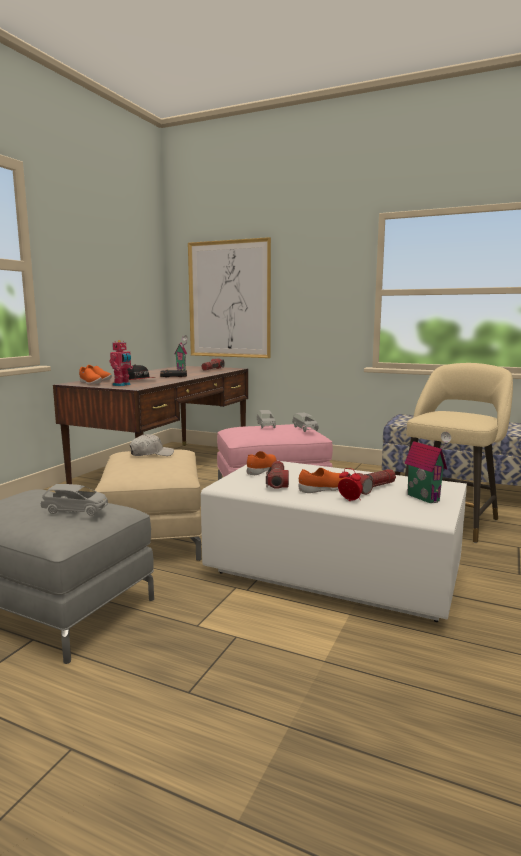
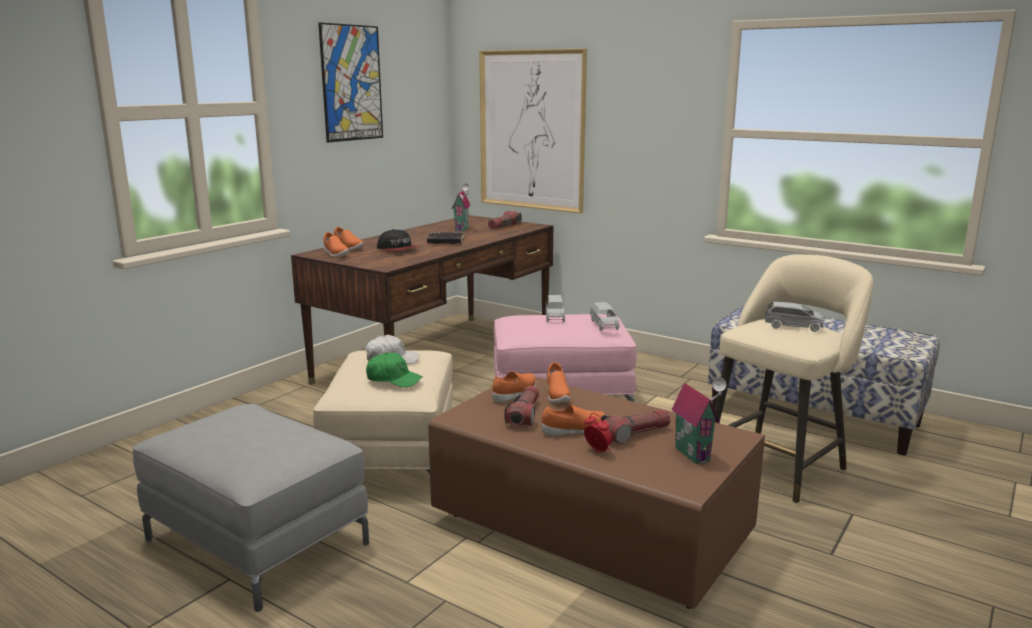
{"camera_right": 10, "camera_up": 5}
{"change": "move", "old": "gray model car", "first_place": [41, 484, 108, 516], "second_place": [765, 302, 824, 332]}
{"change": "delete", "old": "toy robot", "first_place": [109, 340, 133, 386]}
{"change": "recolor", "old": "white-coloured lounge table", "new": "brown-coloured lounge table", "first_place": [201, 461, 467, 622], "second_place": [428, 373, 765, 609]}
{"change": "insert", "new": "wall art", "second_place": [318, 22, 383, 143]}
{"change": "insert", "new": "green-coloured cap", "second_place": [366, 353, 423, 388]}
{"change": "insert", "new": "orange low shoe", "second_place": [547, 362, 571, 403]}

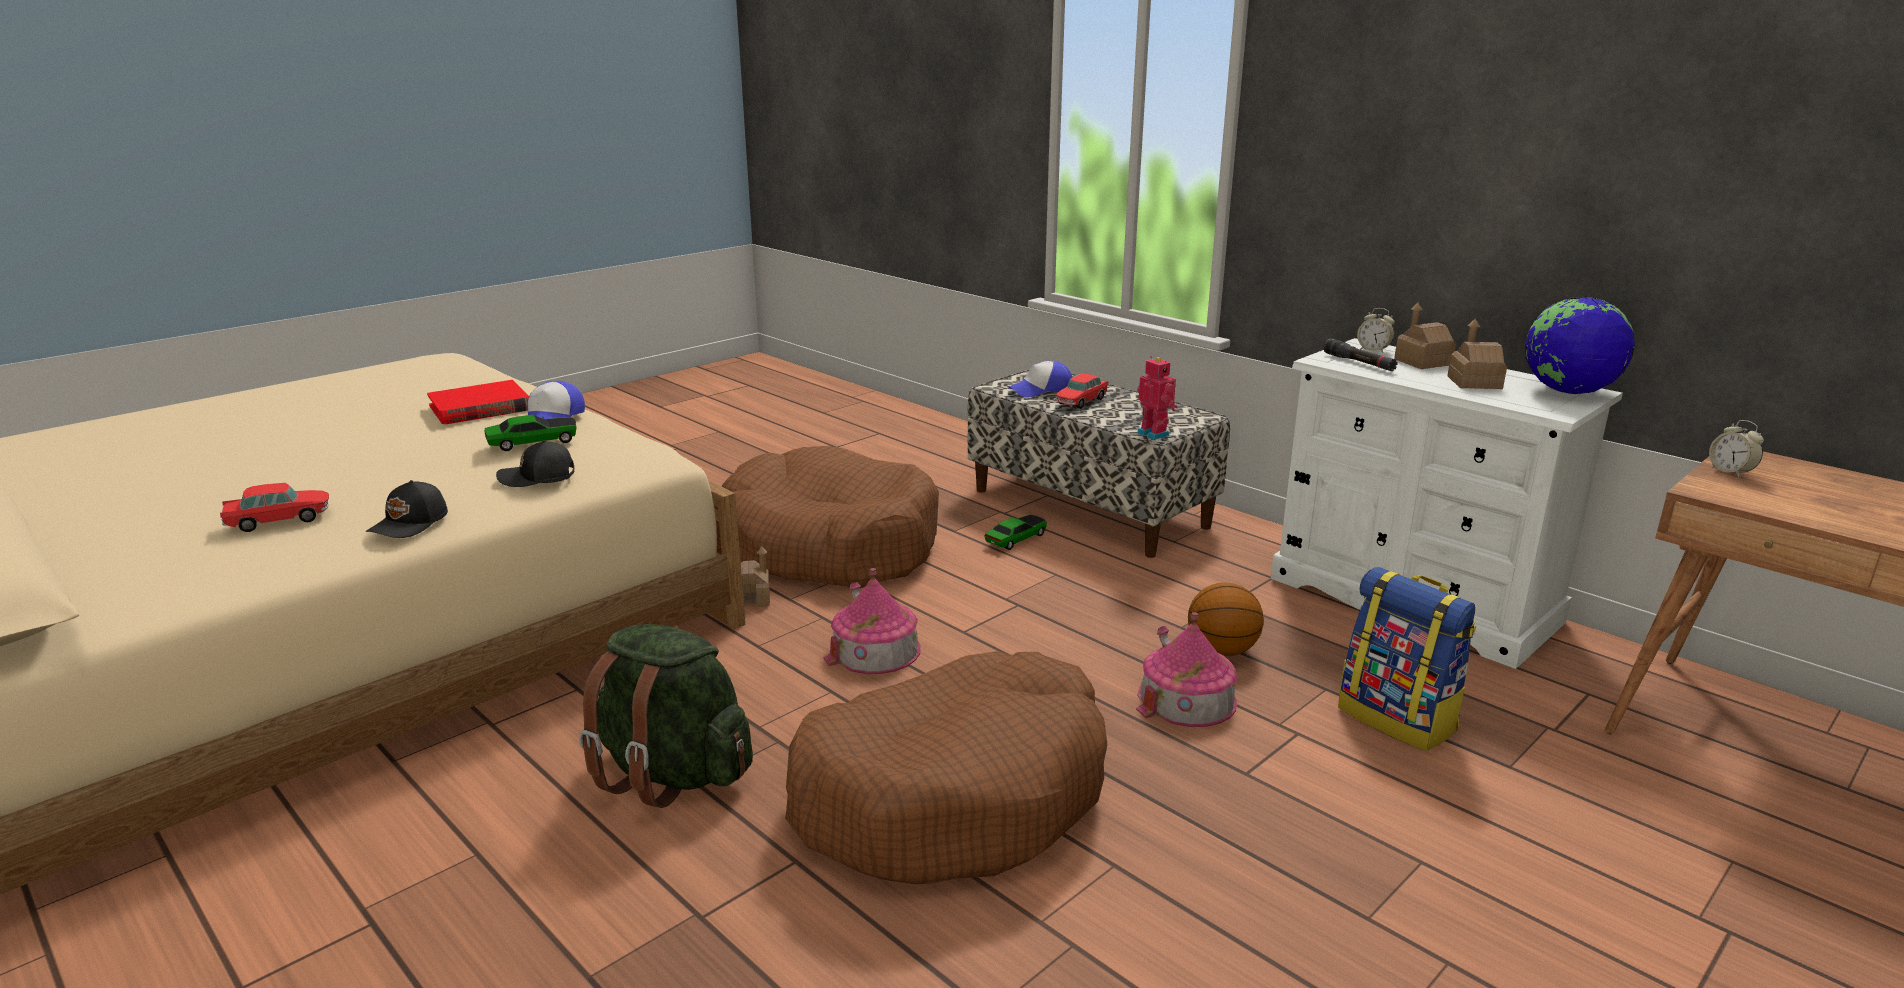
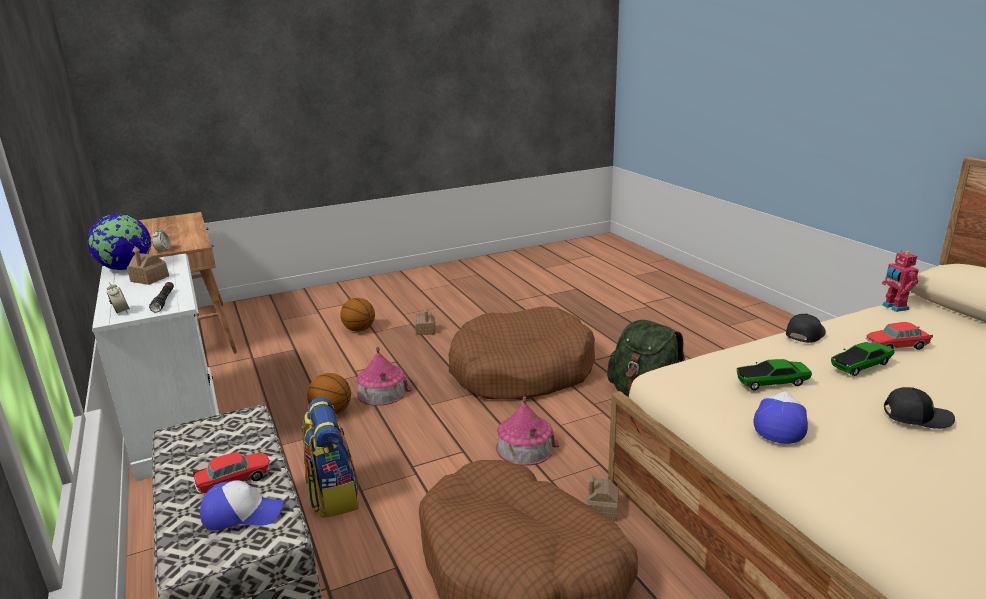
{"camera_right": -160, "camera_up": 0}
{"change": "delete", "old": "reddish book", "first_place": [427, 380, 529, 424]}
{"change": "move", "old": "black-coloured cap", "first_place": [496, 440, 574, 487], "second_place": [884, 387, 955, 429]}
{"change": "move", "old": "model car", "first_place": [984, 515, 1047, 550], "second_place": [831, 342, 895, 376]}
{"change": "move", "old": "toy robot", "first_place": [1137, 356, 1177, 440], "second_place": [882, 250, 919, 312]}
{"change": "move", "old": "knapsack", "first_place": [1338, 567, 1476, 751], "second_place": [302, 397, 359, 518]}
{"change": "move", "old": "toy house", "first_place": [1394, 302, 1456, 369], "second_place": [415, 308, 436, 335]}
{"change": "insert", "new": "basketball ball", "second_place": [340, 298, 375, 332]}

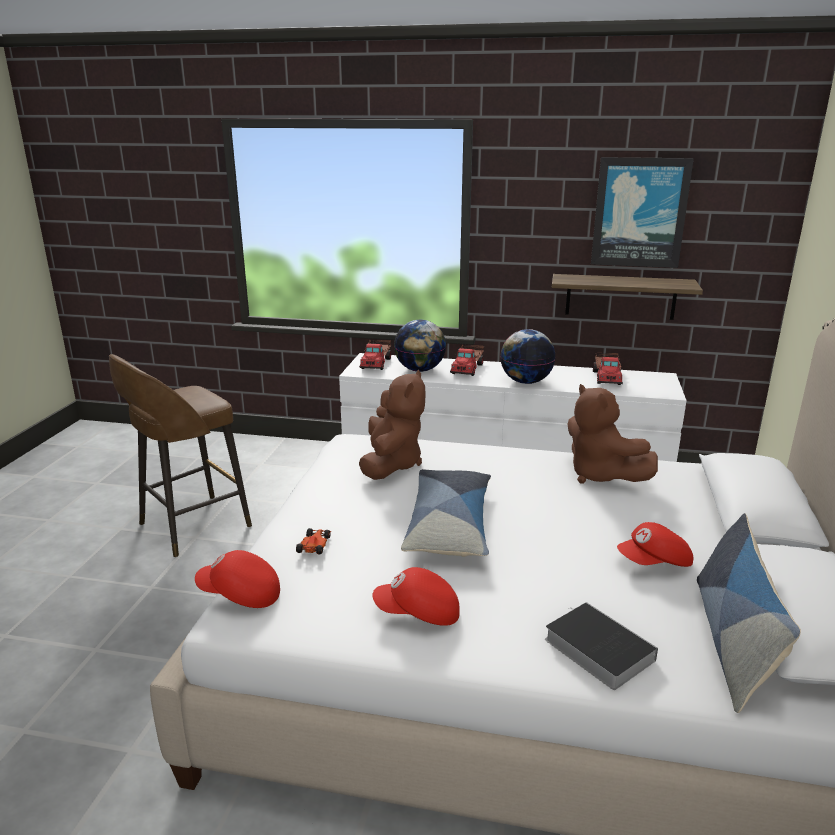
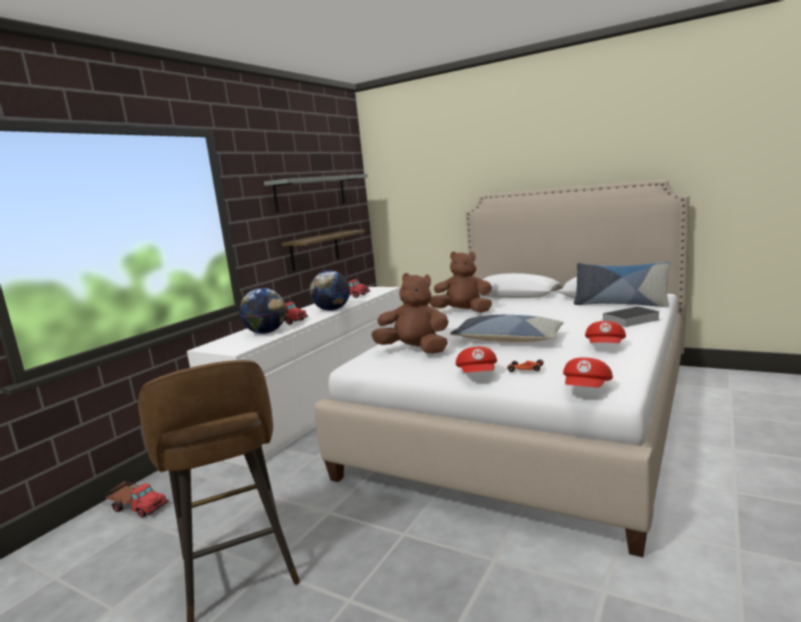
{"camera_right": -70, "camera_up": -10}
{"change": "move", "old": "toy lorry", "first_place": [359, 340, 391, 370], "second_place": [105, 480, 169, 517]}
{"change": "rotate", "old": "brown-coloured cuddly toy", "first_place": [567, 384, 658, 484], "second_place": [430, 251, 492, 313], "degrees": -150}
{"change": "replace", "old": "wall art", "new": "gray wall shelf", "first_place": [591, 157, 694, 268], "second_place": [264, 174, 368, 212]}
{"change": "move", "old": "reddish cap", "first_place": [617, 522, 693, 567], "second_place": [456, 347, 497, 373]}

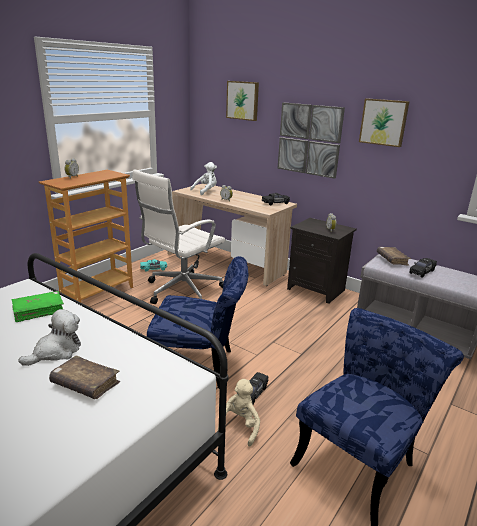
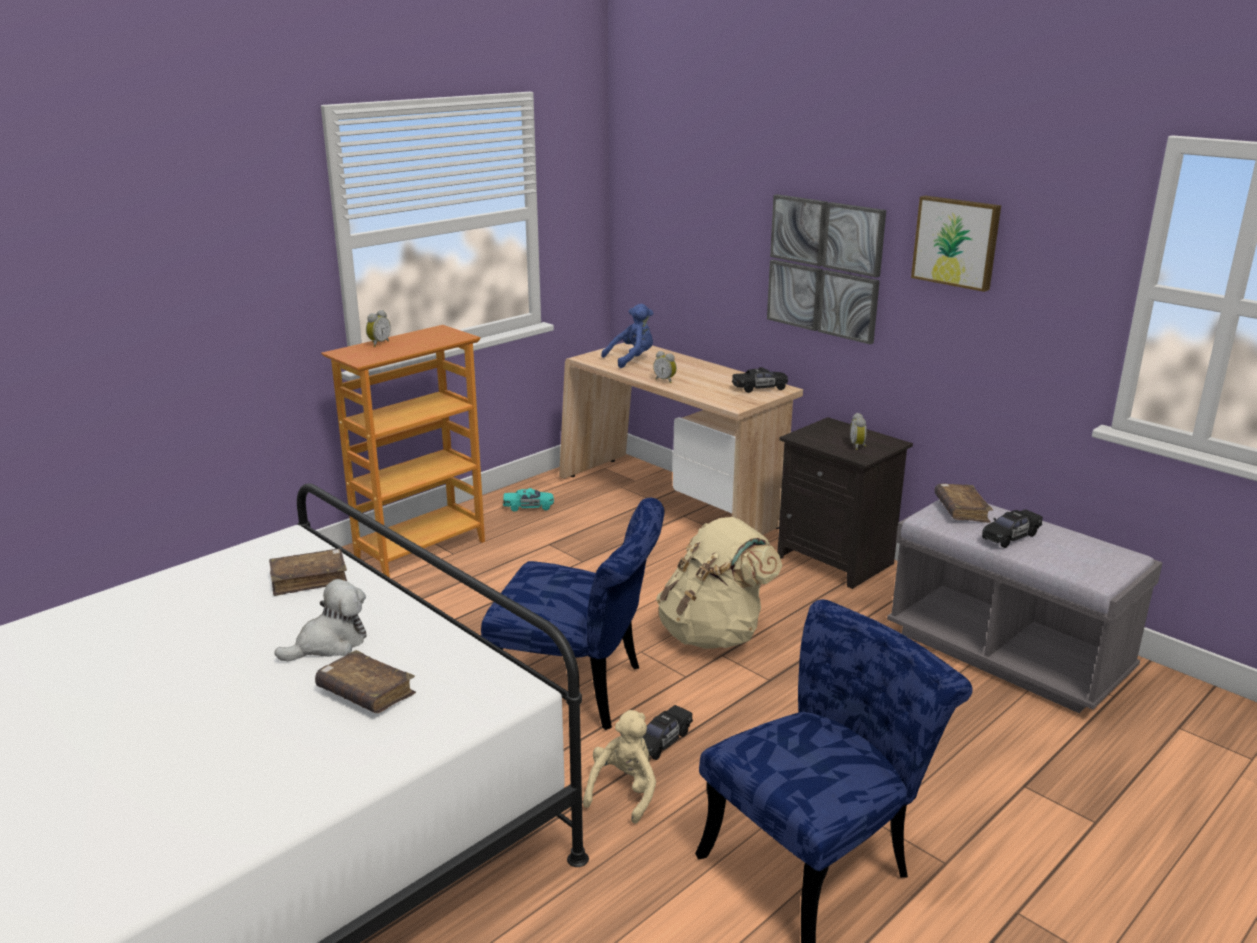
{"camera_right": 10, "camera_up": 0}
{"change": "recolor", "old": "green-coloured book", "new": "brown-coloured book", "first_place": [12, 291, 64, 322], "second_place": [269, 548, 347, 596]}
{"change": "delete", "old": "white-coloured computer chair", "first_place": [132, 169, 225, 304]}
{"change": "recolor", "old": "white-coloured cuddly toy", "new": "blue-coloured cuddly toy", "first_place": [190, 162, 217, 195], "second_place": [601, 304, 653, 368]}
{"change": "delete", "old": "wall art", "first_place": [226, 81, 259, 121]}
{"change": "insert", "new": "sand-coloured knapsack", "second_place": [656, 517, 782, 649]}

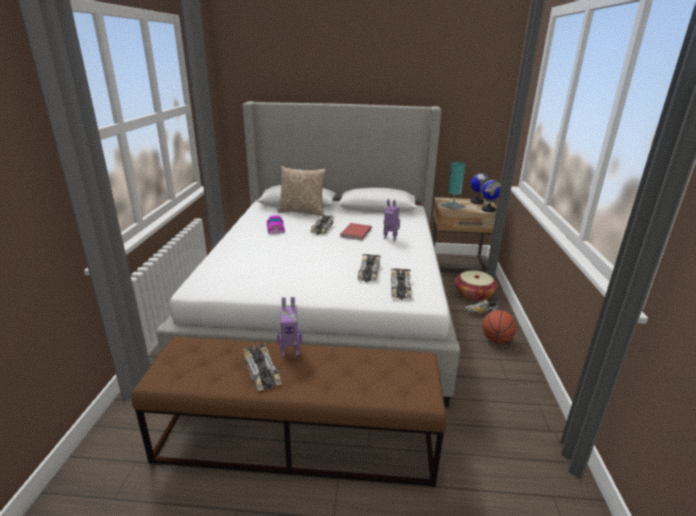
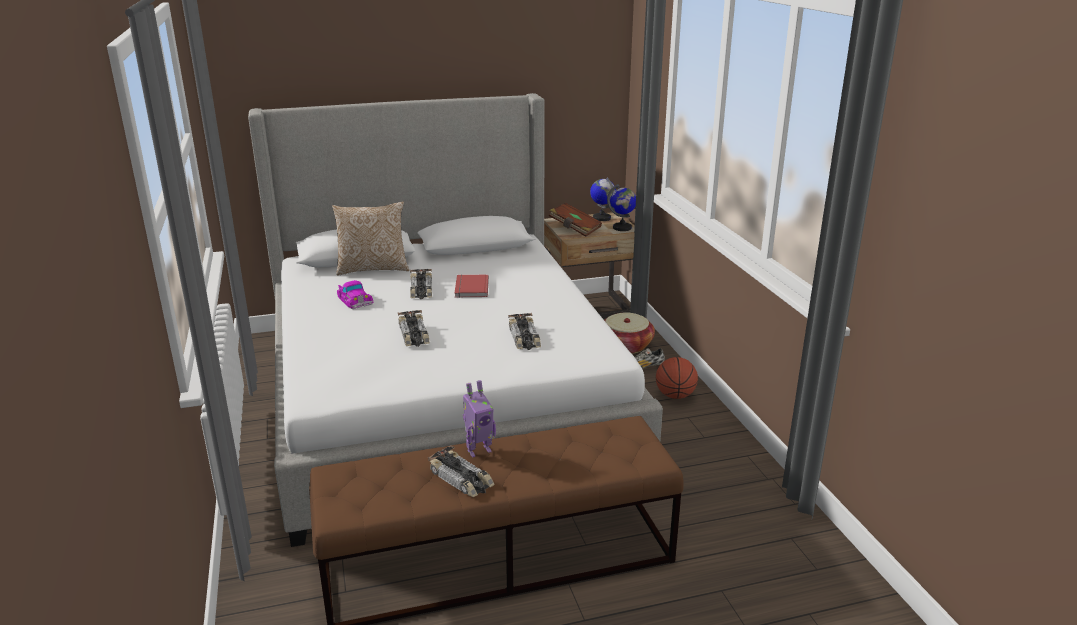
{"camera_right": -20, "camera_up": 0}
{"change": "delete", "old": "toy robot", "first_place": [383, 199, 400, 241]}
{"change": "move", "old": "model car", "first_place": [391, 268, 412, 300], "second_place": [398, 310, 430, 347]}
{"change": "replace", "old": "blue-green lamp for a table", "new": "brown-coloured book", "first_place": [441, 162, 466, 210], "second_place": [549, 203, 602, 237]}

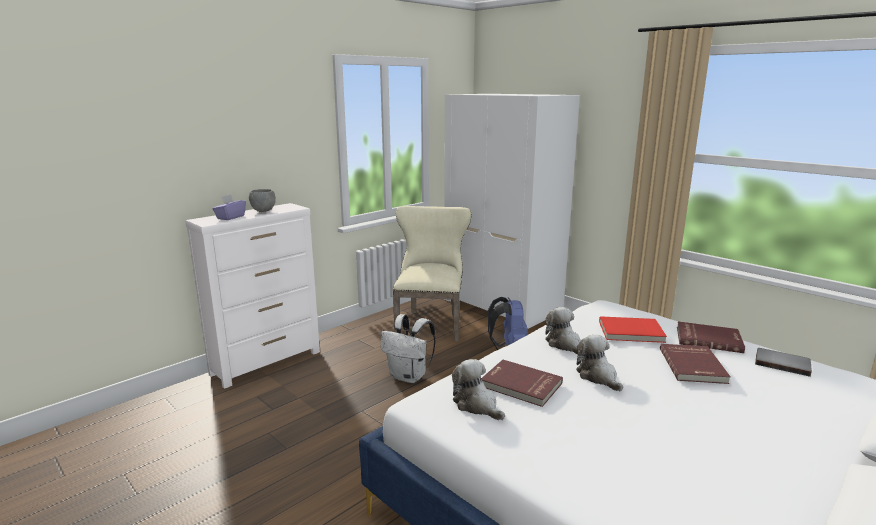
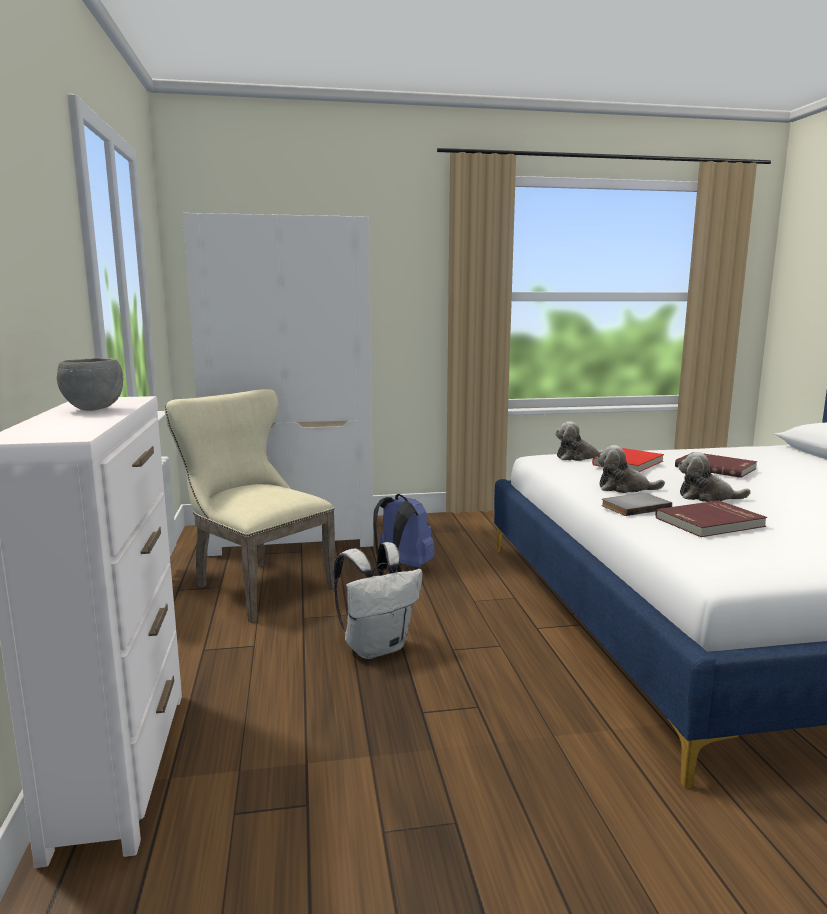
{"camera_right": -55, "camera_up": -5}
{"change": "delete", "old": "purple-coloured box of tissues", "first_place": [213, 194, 246, 220]}
{"change": "move", "old": "cuddly toy", "first_place": [452, 359, 505, 420], "second_place": [555, 421, 605, 461]}
{"change": "delete", "old": "reddish book", "first_place": [677, 321, 745, 353]}
{"change": "move", "old": "gray book", "first_place": [755, 348, 812, 377], "second_place": [601, 493, 672, 516]}

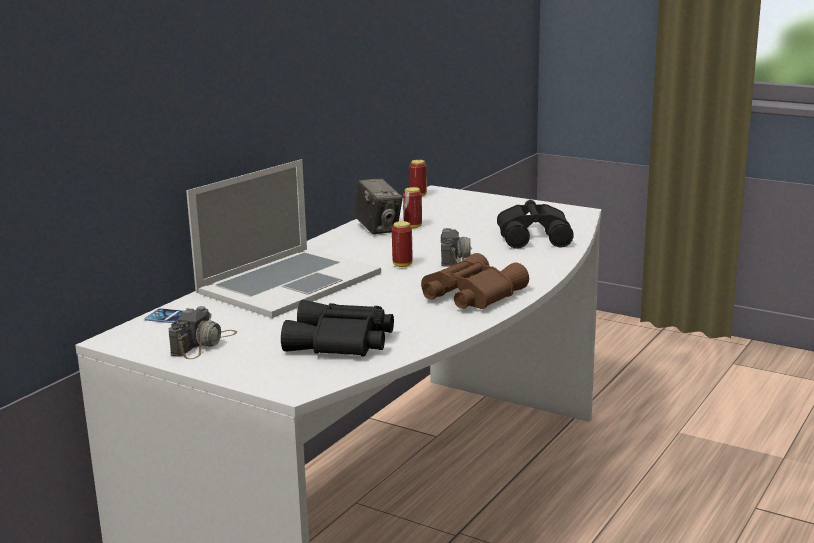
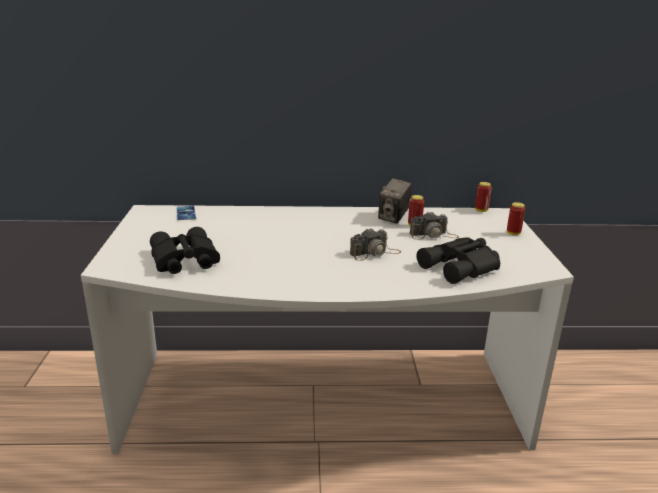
{"camera_right": 55, "camera_up": 5}
{"change": "move", "old": "still camera", "first_place": [169, 306, 237, 359], "second_place": [410, 211, 459, 240]}
{"change": "delete", "old": "notebook computer", "first_place": [186, 159, 381, 318]}
{"change": "move", "old": "sealed can", "first_place": [392, 221, 412, 267], "second_place": [507, 202, 525, 235]}
{"change": "delete", "old": "brown-coloured pair of binoculars", "first_place": [421, 253, 529, 309]}

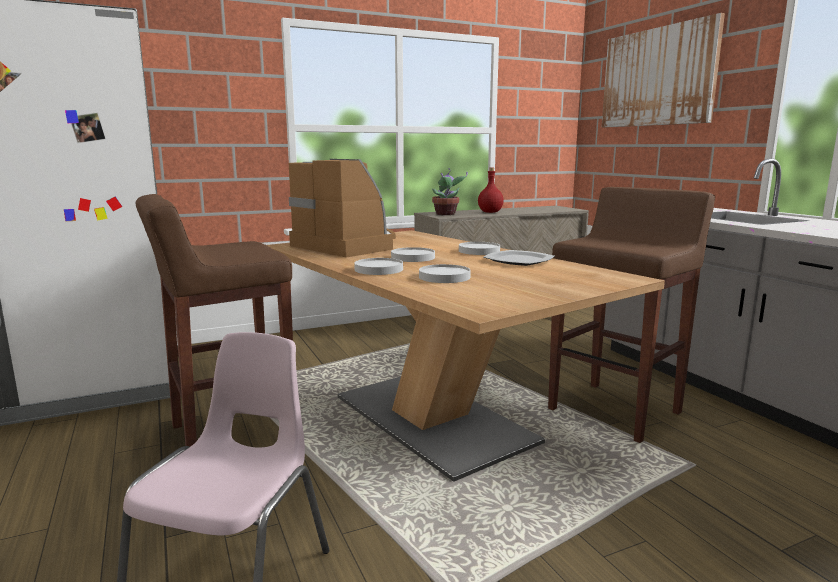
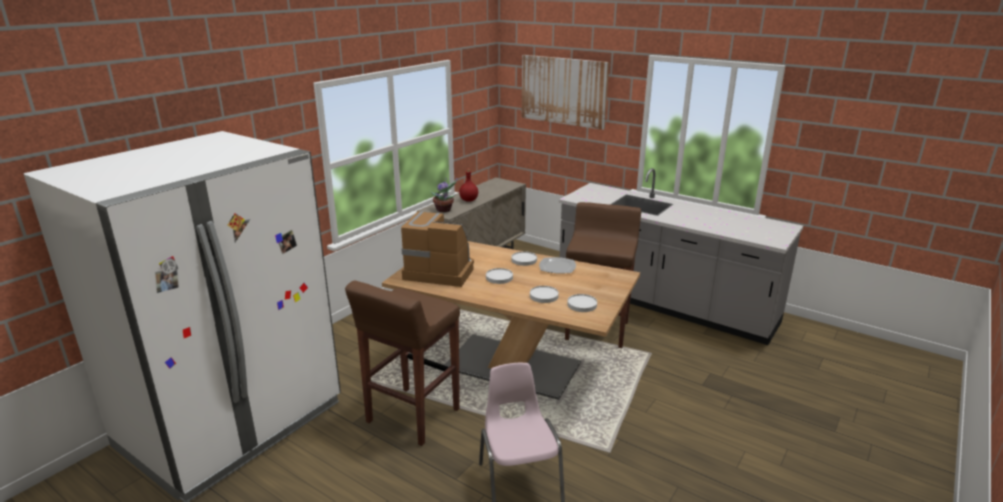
{"camera_right": -30, "camera_up": 10}
{"change": "move", "old": "white-coloured flat dish", "first_place": [354, 258, 403, 275], "second_place": [567, 294, 597, 312]}

